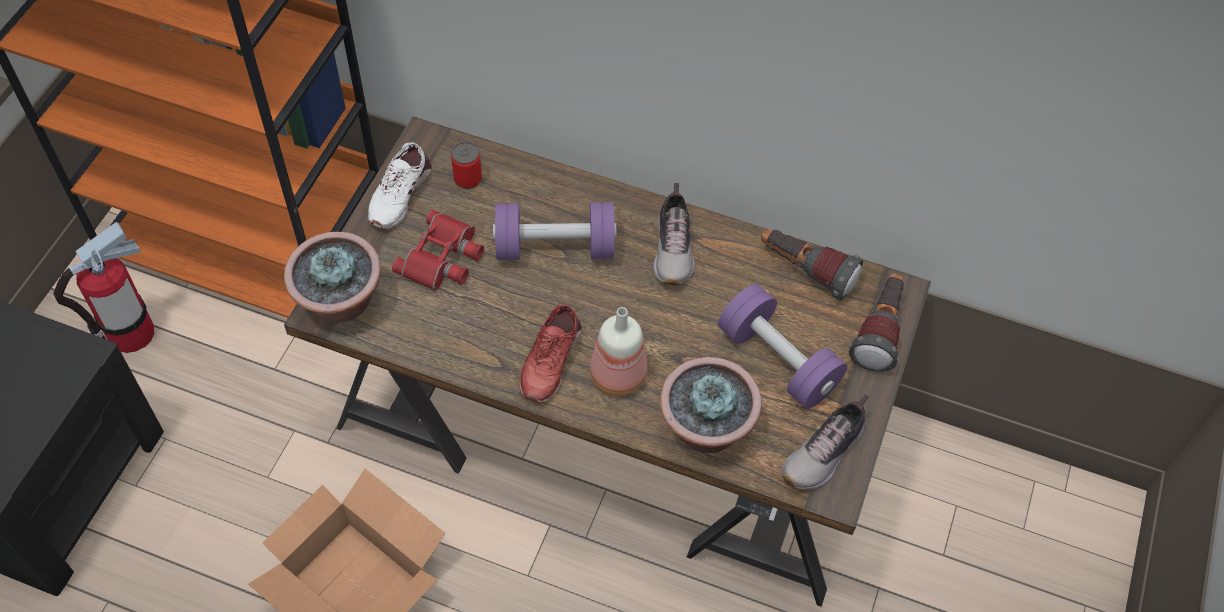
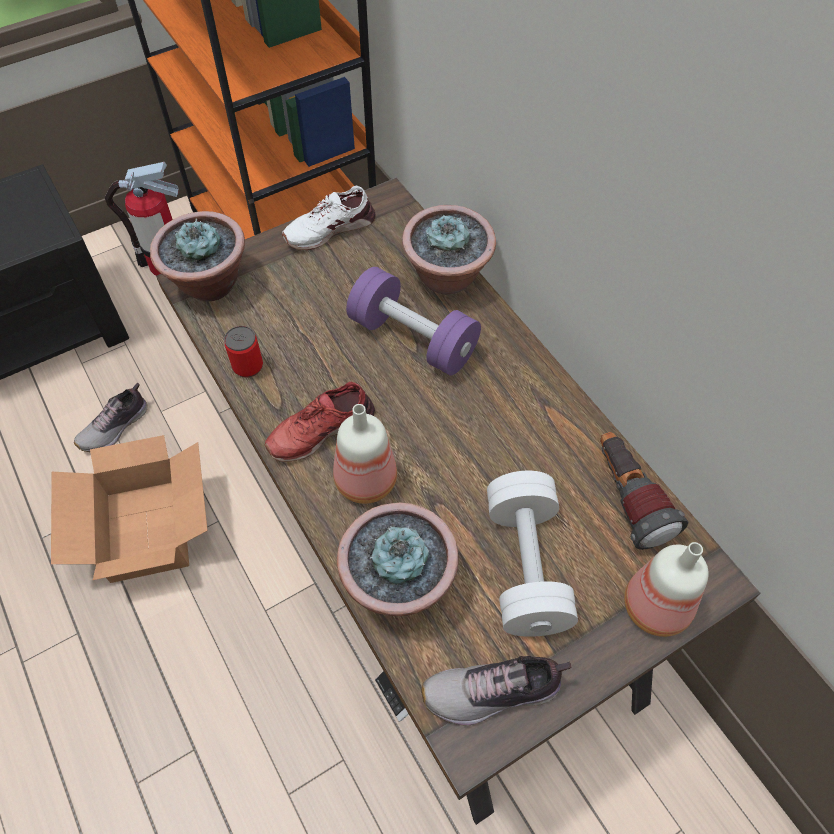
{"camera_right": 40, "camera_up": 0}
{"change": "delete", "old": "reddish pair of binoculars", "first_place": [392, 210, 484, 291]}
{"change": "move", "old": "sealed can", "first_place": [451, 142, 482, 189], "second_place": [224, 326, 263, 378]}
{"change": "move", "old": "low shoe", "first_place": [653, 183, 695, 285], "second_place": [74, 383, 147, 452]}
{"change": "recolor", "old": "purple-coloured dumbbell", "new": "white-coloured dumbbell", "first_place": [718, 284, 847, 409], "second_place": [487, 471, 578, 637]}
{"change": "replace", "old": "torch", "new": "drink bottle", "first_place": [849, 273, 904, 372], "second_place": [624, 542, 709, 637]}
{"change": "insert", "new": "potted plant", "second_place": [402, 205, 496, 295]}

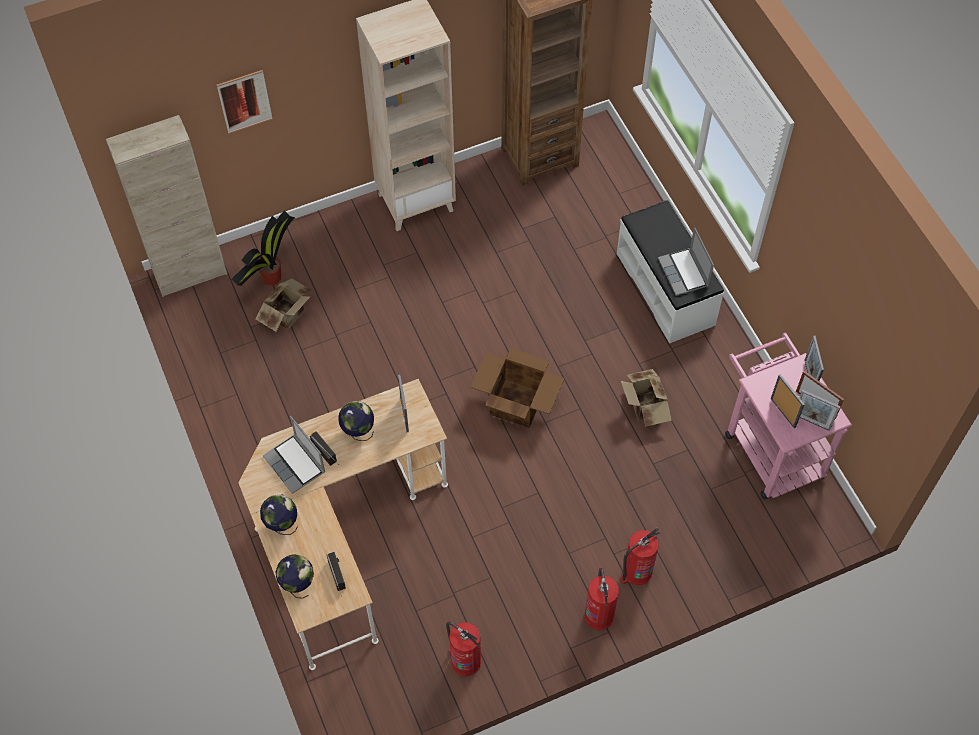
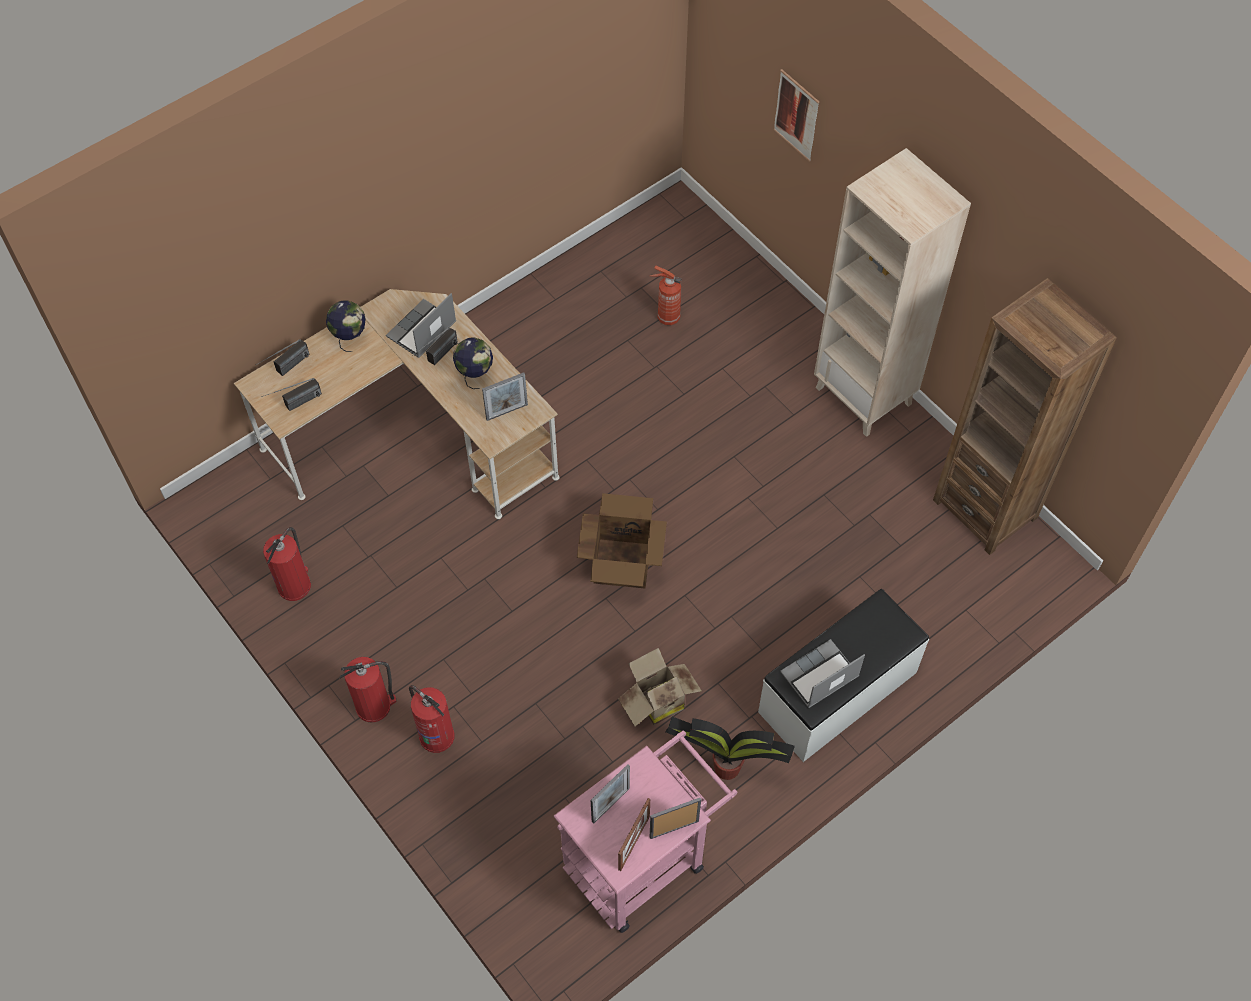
{"camera_right": 75, "camera_up": 0}
{"change": "delete", "old": "sand-coloured storage cabinet", "first_place": [106, 115, 227, 297]}
{"change": "move", "old": "potted plant", "first_place": [231, 210, 295, 286], "second_place": [665, 717, 795, 780]}
{"change": "replace", "old": "packing box", "new": "extinguisher", "first_place": [256, 278, 313, 332], "second_place": [650, 265, 682, 325]}
{"change": "replace", "old": "world globe", "new": "radio set", "first_place": [276, 554, 314, 599], "second_place": [256, 339, 309, 376]}
{"change": "delete", "old": "picture frame", "first_place": [799, 390, 840, 431]}

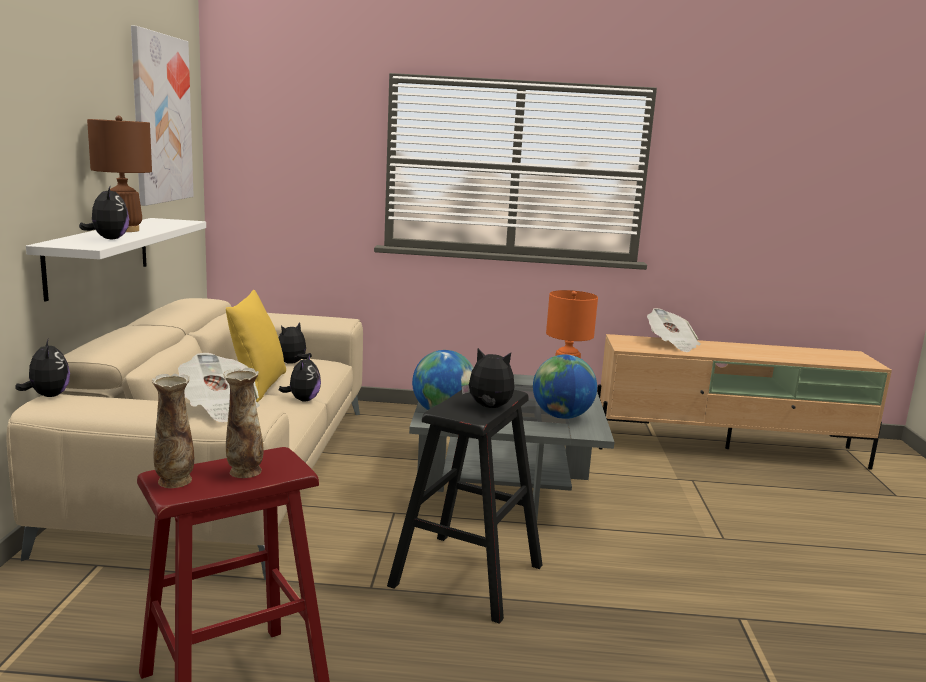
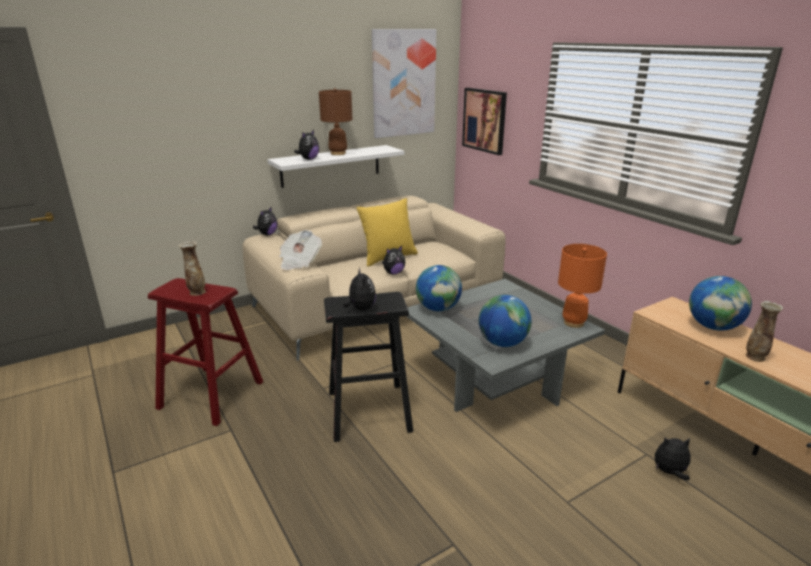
{"camera_right": 55, "camera_up": 10}
{"change": "move", "old": "decorative vase", "first_place": [152, 374, 194, 488], "second_place": [746, 301, 783, 362]}
{"change": "move", "old": "cuddly toy", "first_place": [278, 322, 312, 364], "second_place": [655, 438, 691, 480]}
{"change": "replace", "old": "printed paper", "new": "world globe", "first_place": [647, 308, 701, 352], "second_place": [689, 276, 752, 331]}
{"change": "insert", "new": "wall art", "second_place": [462, 88, 507, 155]}

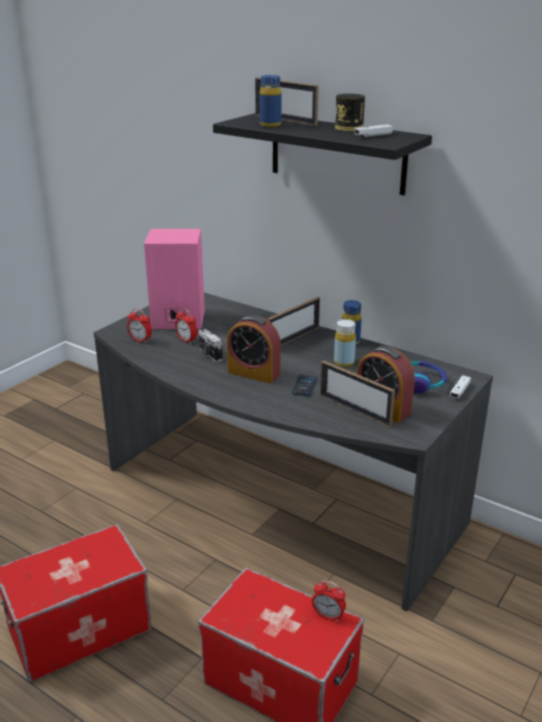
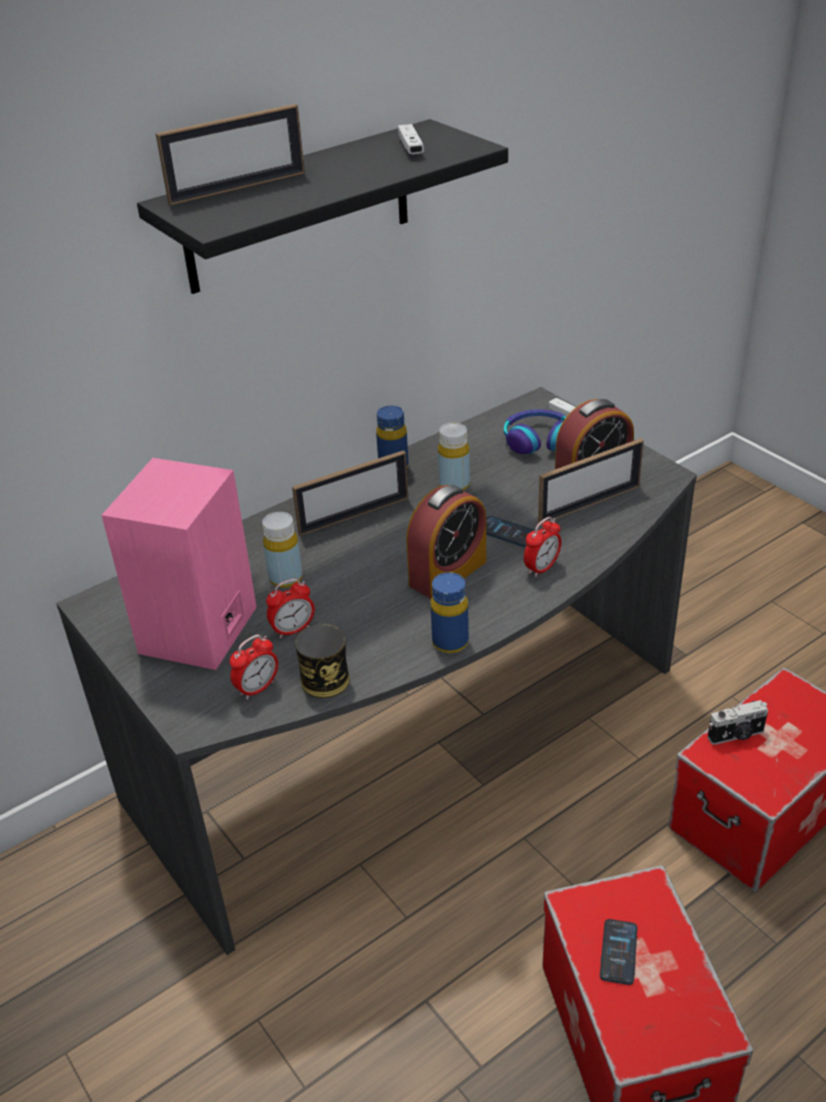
{"camera_right": -70, "camera_up": 10}
{"change": "move", "old": "still camera", "first_place": [199, 328, 223, 362], "second_place": [707, 700, 768, 745]}
{"change": "move", "old": "blue-coloured drink bottle", "first_place": [260, 75, 281, 127], "second_place": [431, 572, 469, 653]}
{"change": "rotate", "old": "picture frame", "first_place": [267, 297, 320, 346], "second_place": [292, 450, 408, 536], "degrees": 90}
{"change": "move", "old": "alarm clock", "first_place": [312, 580, 346, 622], "second_place": [524, 517, 561, 577]}
{"change": "move", "old": "sealed can", "first_place": [335, 94, 365, 131], "second_place": [295, 624, 350, 698]}
{"change": "insert", "new": "yellow-coloured drink bottle", "second_place": [262, 512, 302, 588]}
{"change": "insert", "new": "telephone", "second_place": [600, 919, 637, 985]}

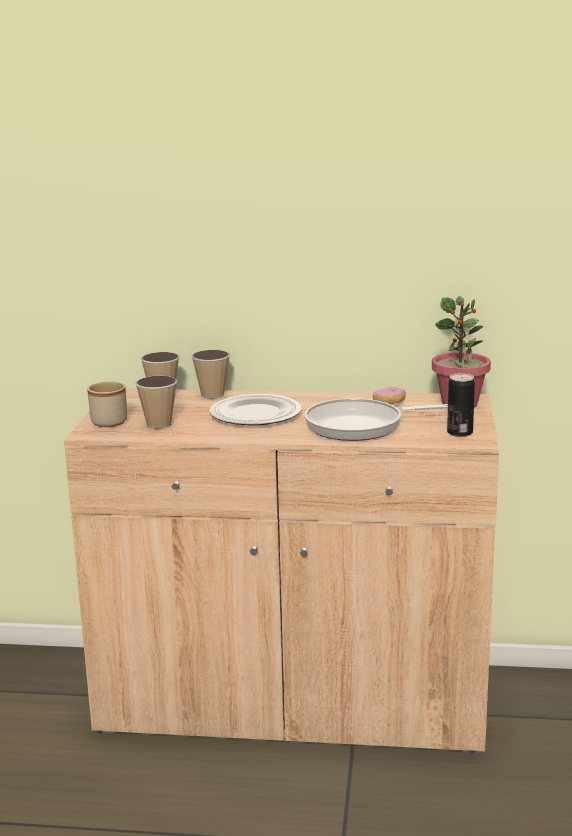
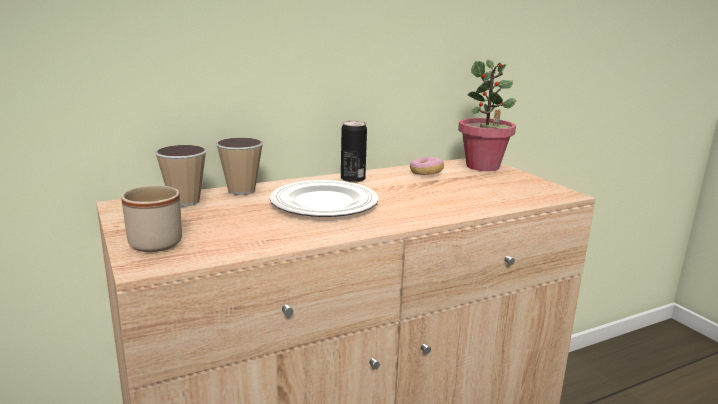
{"camera_right": -35, "camera_up": 0}
{"change": "delete", "old": "drinking cup", "first_place": [135, 376, 177, 429]}
{"change": "delete", "old": "pan", "first_place": [305, 398, 448, 441]}
{"change": "move", "old": "sealed can", "first_place": [447, 373, 475, 437], "second_place": [341, 120, 367, 183]}

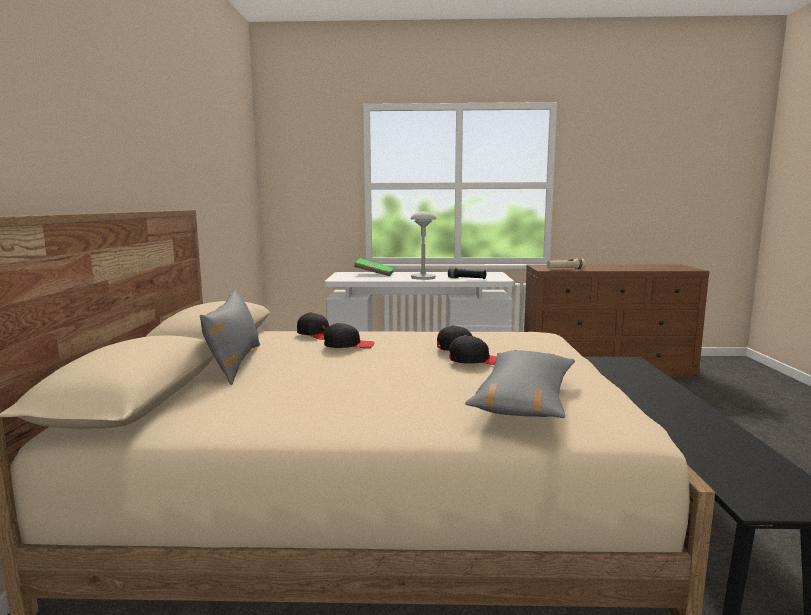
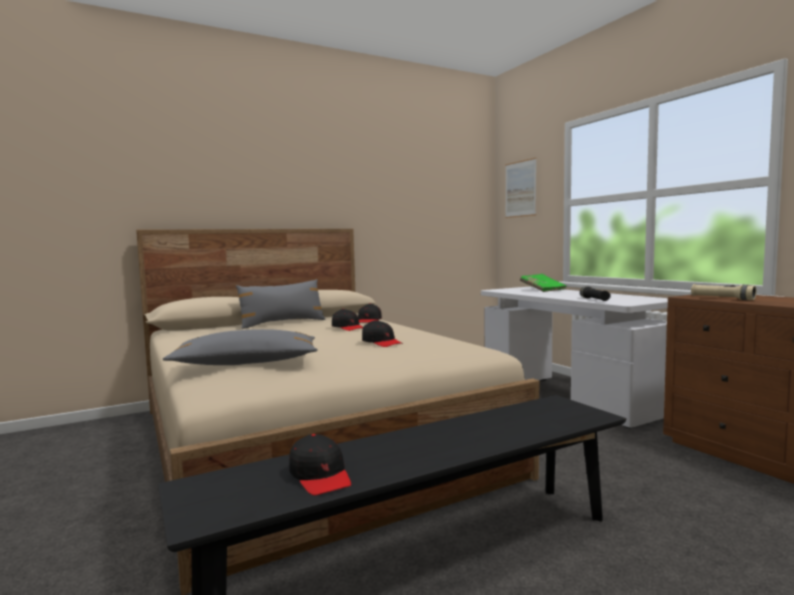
{"camera_right": 60, "camera_up": -5}
{"change": "delete", "old": "gray lamp for a table", "first_place": [411, 212, 436, 280]}
{"change": "move", "old": "black-coloured cap", "first_place": [449, 335, 497, 365], "second_place": [289, 434, 351, 495]}
{"change": "insert", "new": "wall art", "second_place": [505, 158, 537, 218]}

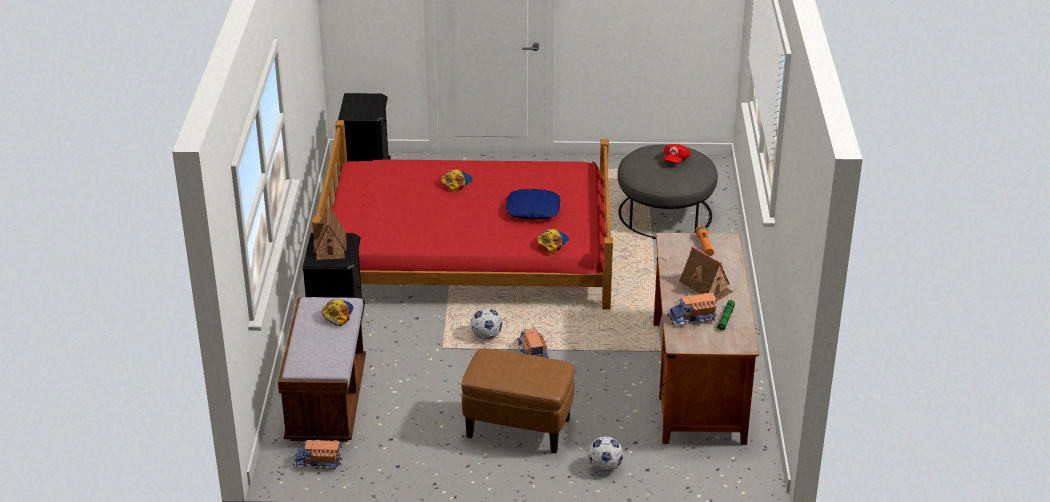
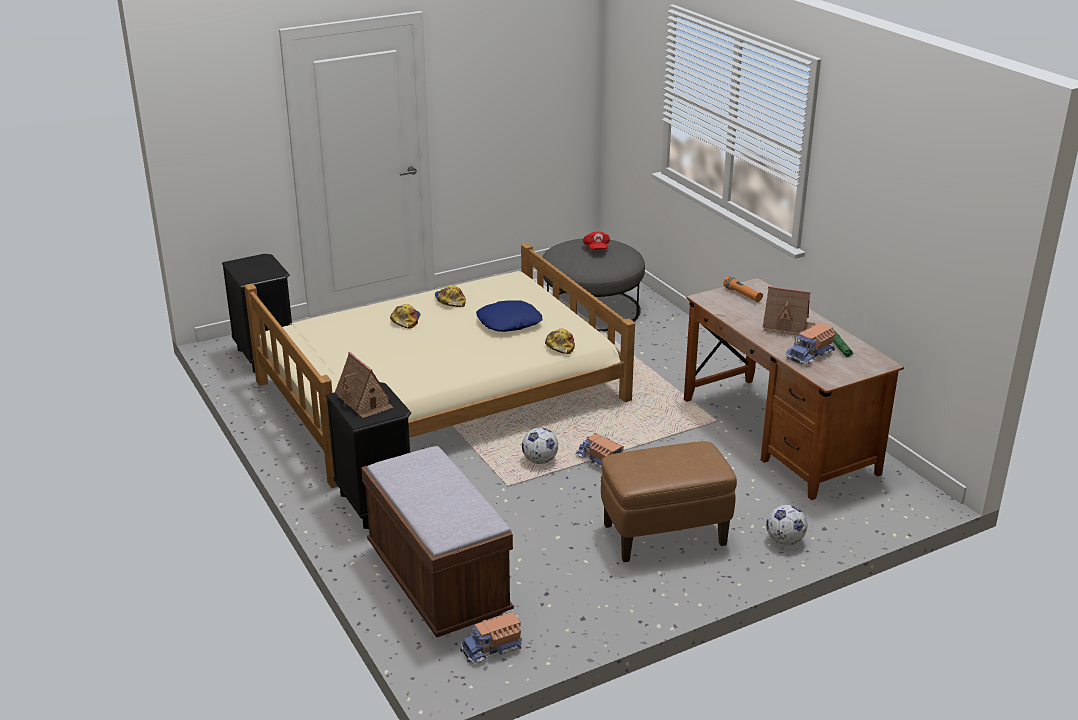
{"camera_right": -30, "camera_up": -5}
{"change": "recolor", "old": "reddish bedroom bed", "new": "sand-coloured bedroom bed", "first_place": [312, 120, 613, 309], "second_place": [244, 243, 635, 488]}
{"change": "move", "old": "cap", "first_place": [322, 299, 354, 326], "second_place": [435, 285, 466, 307]}

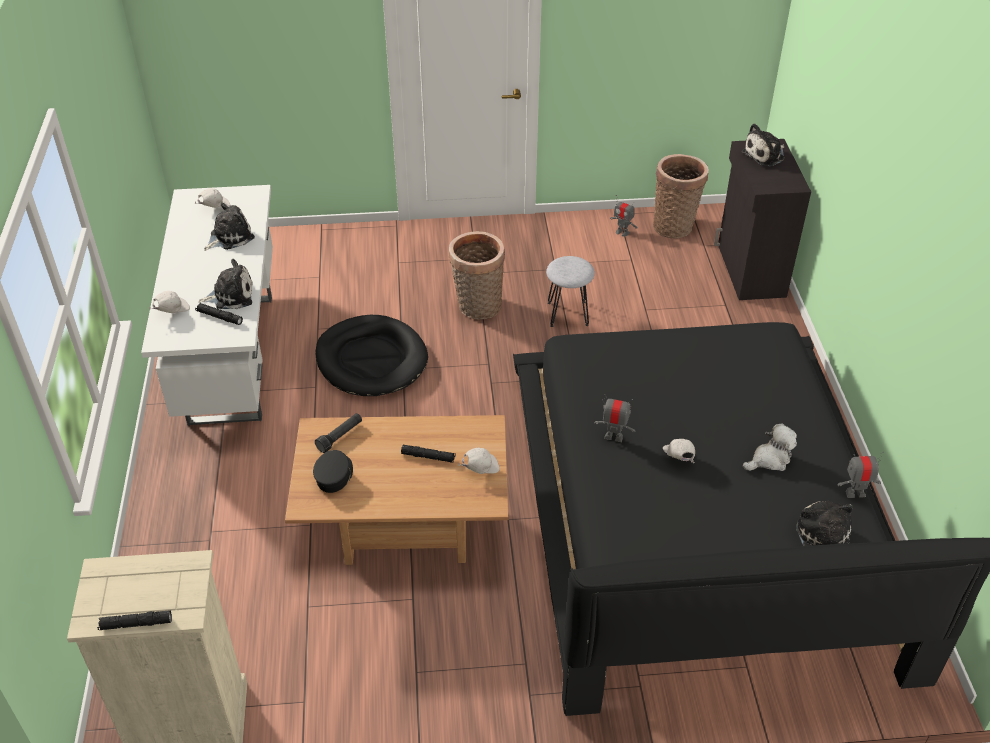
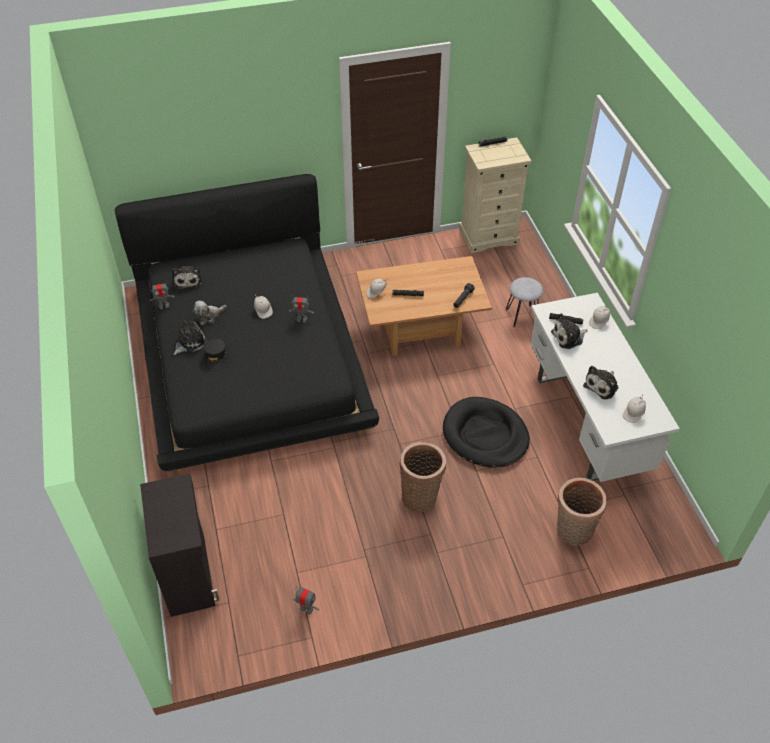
{"camera_right": 170, "camera_up": 5}
{"change": "move", "old": "black-coloured cap", "first_place": [313, 450, 353, 493], "second_place": [204, 339, 226, 369]}
{"change": "move", "old": "gray stool seat", "first_place": [546, 256, 595, 327], "second_place": [506, 277, 543, 327]}
{"change": "move", "old": "household basket", "first_place": [653, 154, 709, 239], "second_place": [557, 478, 607, 546]}
{"change": "move", "old": "cuddly toy", "first_place": [742, 124, 785, 167], "second_place": [173, 319, 208, 355]}

